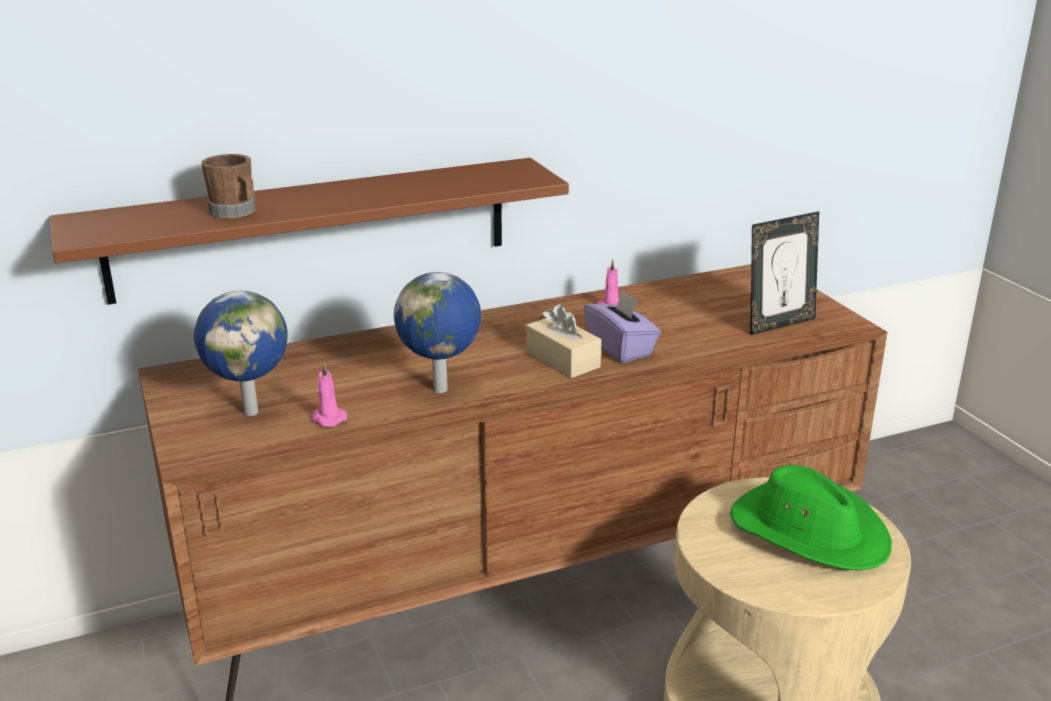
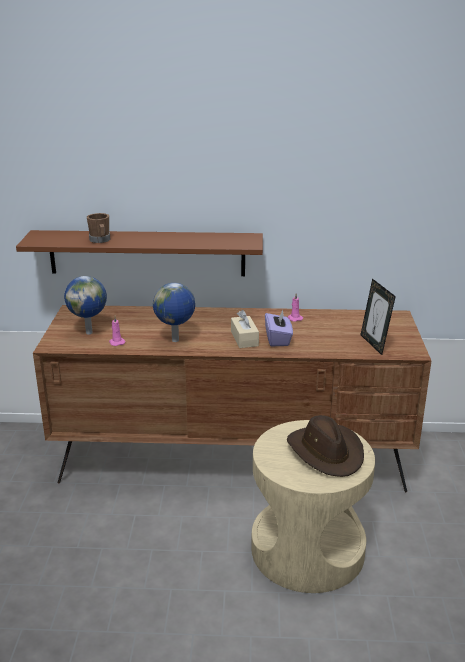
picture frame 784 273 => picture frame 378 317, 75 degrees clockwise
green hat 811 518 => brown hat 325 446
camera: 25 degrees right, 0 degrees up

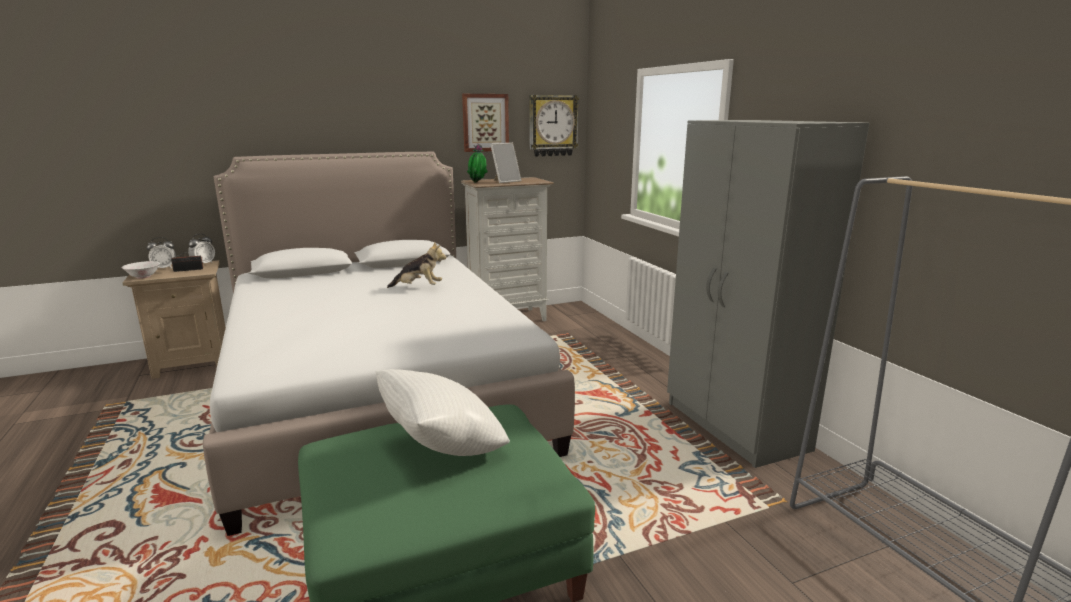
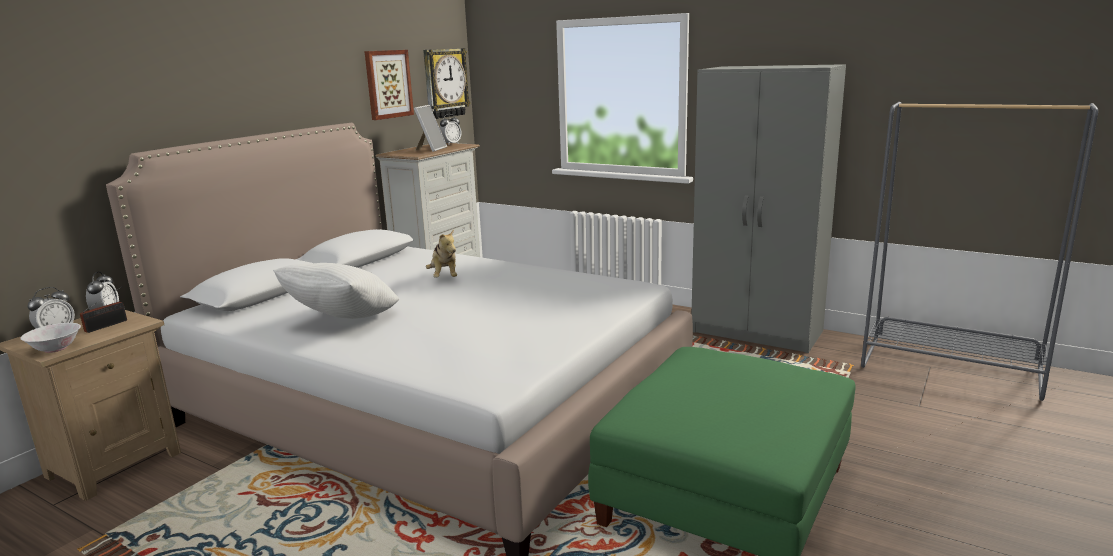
potted plant 477 163 => nothing
plush toy 416 264 => plush toy 441 253, 105 degrees clockwise
white pillow 442 412 => white pillow 336 291, shifted
nothing => alarm clock 451 129
camera: 35 degrees left, 0 degrees up

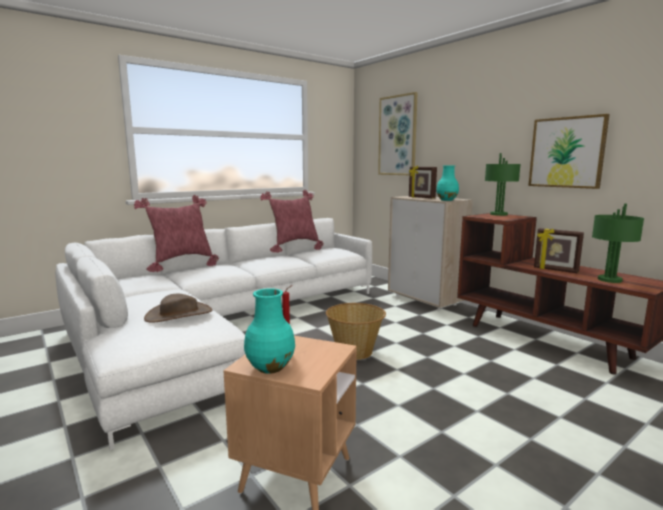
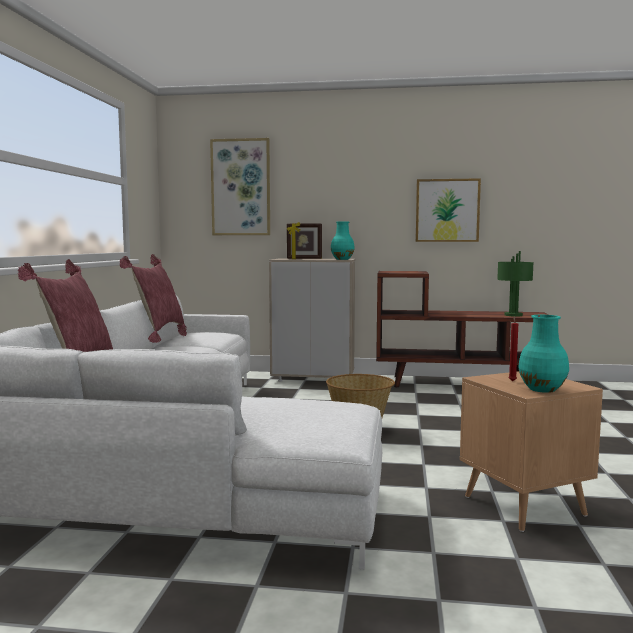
green table lamp 502 184 => nothing
picture frame 559 250 => nothing
brown hat 178 308 => nothing
camera: 45 degrees left, 5 degrees down

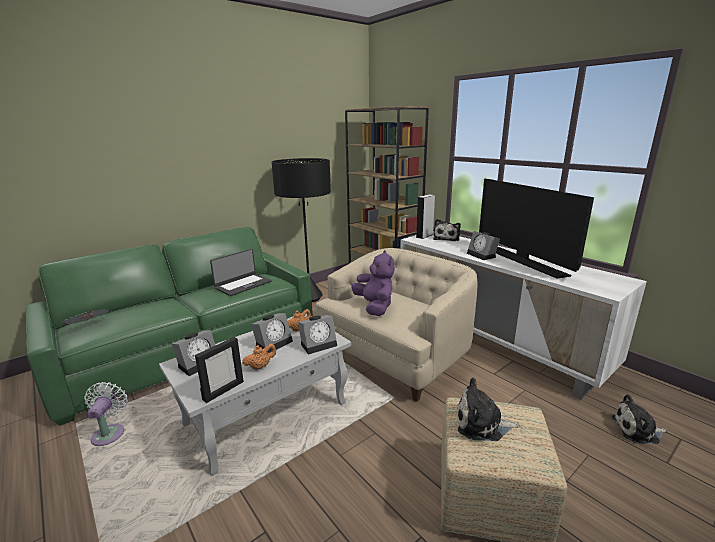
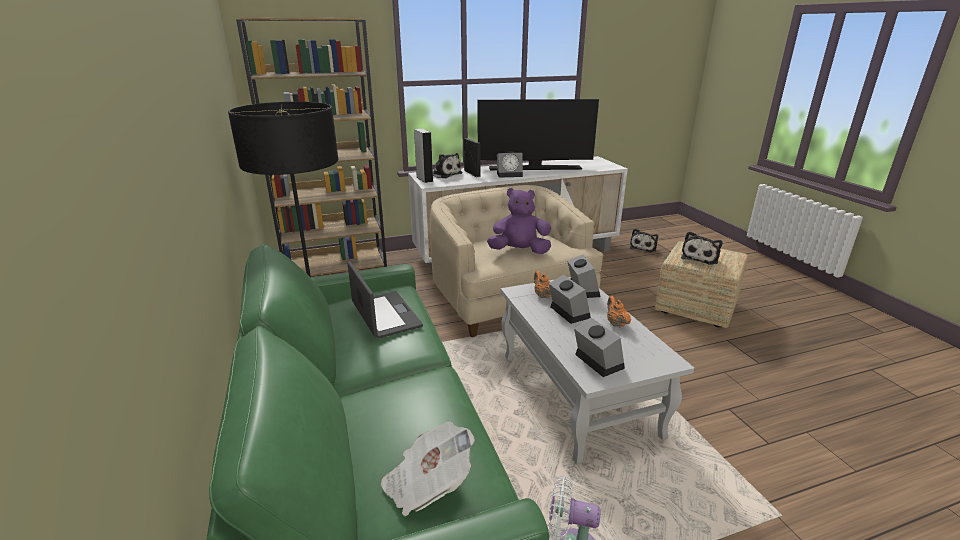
picture frame 219 370 => picture frame 472 157, shifted
camera: 70 degrees left, 5 degrees up

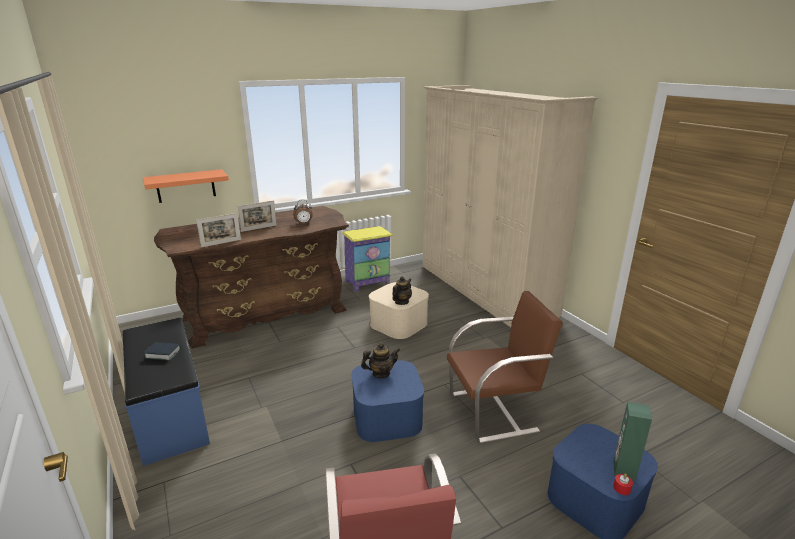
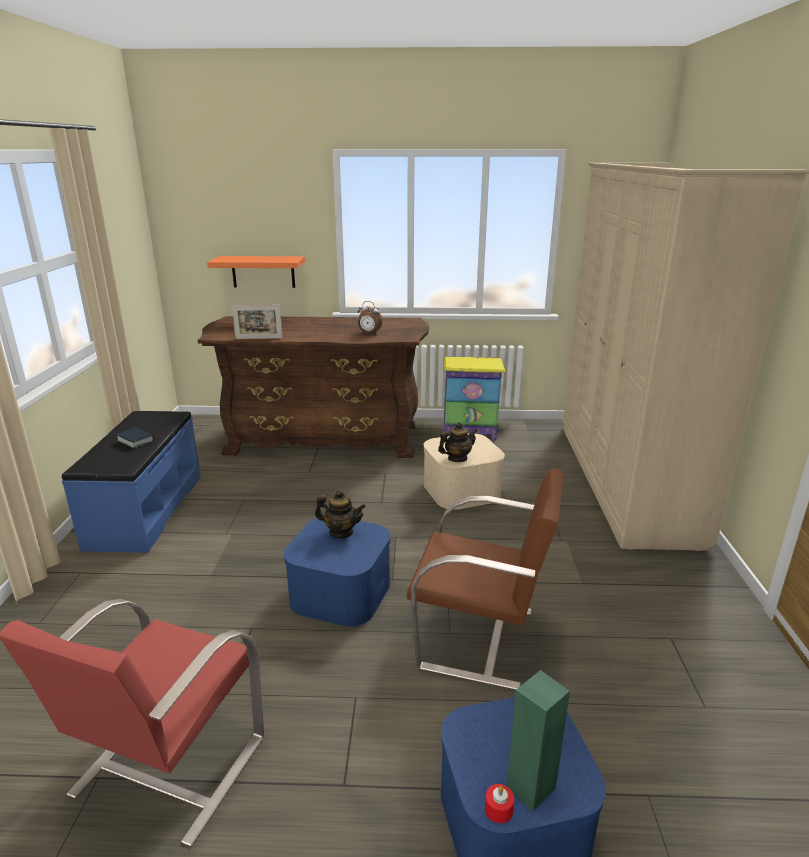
picture frame 257 216 => nothing
camera: 30 degrees right, 0 degrees up

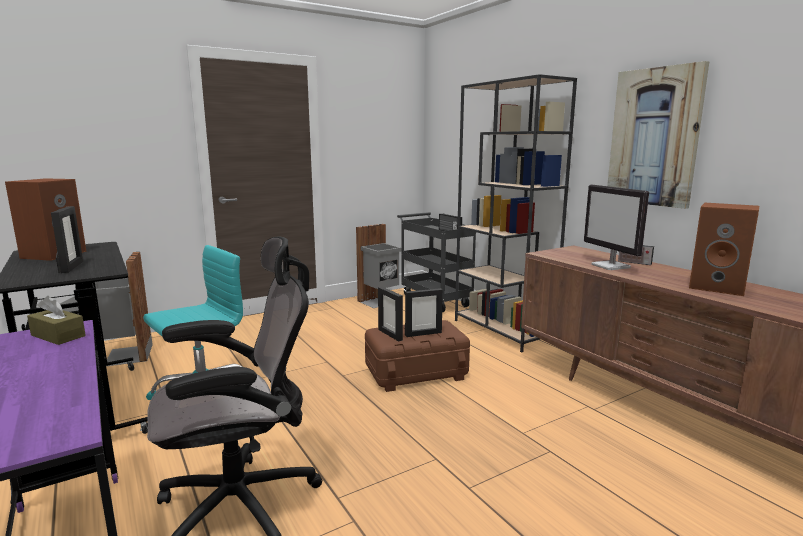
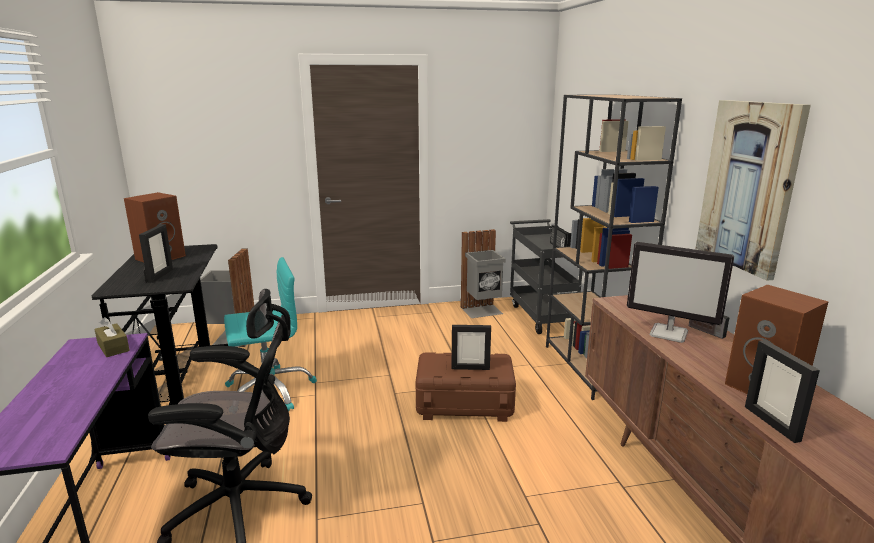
monitor 616 227 => monitor 680 292, 60 degrees counterclockwise
picture frame 390 314 => picture frame 782 391, shifted
camera: 20 degrees right, 5 degrees up

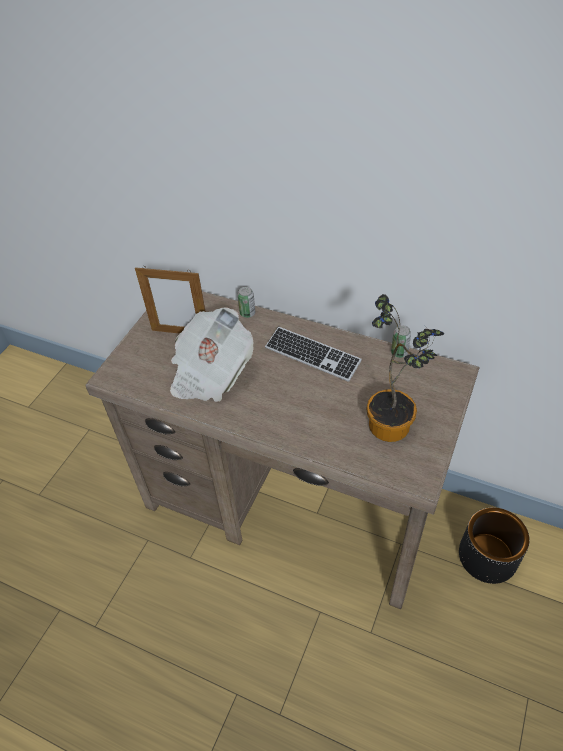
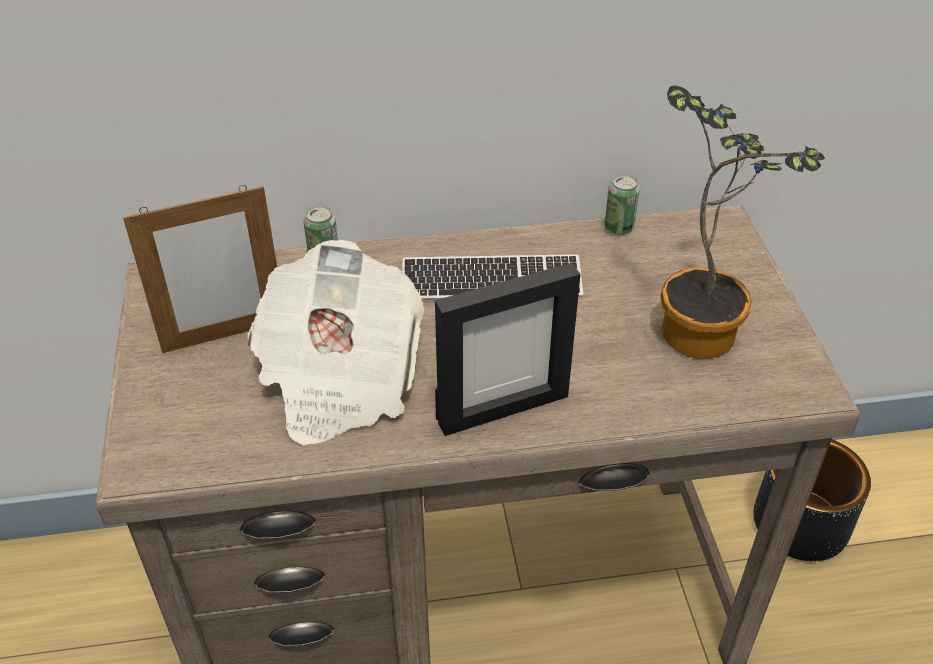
nothing => picture frame 508 349
camera: 35 degrees left, 5 degrees down

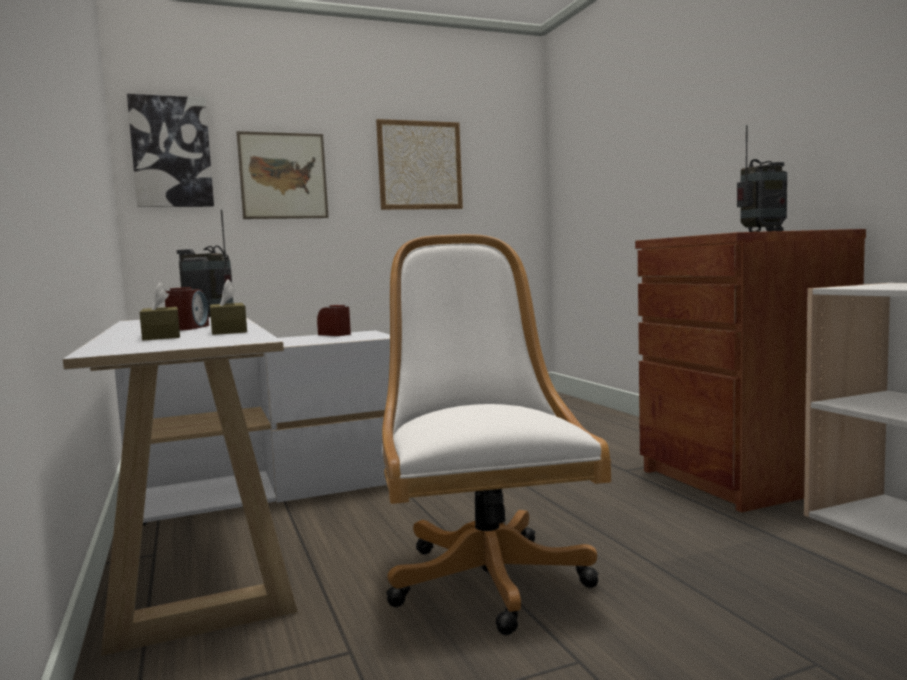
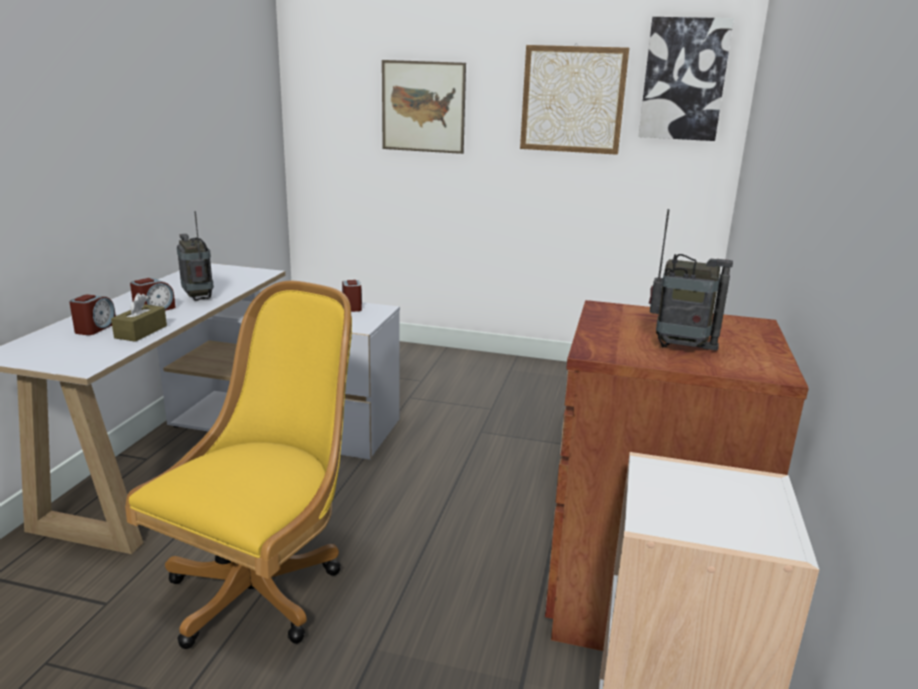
picture 170 150 => picture 686 79, shifted
white office chair 496 434 => yellow office chair 238 465
brown tissue box 160 311 => alarm clock 92 314
camera: 35 degrees right, 15 degrees up

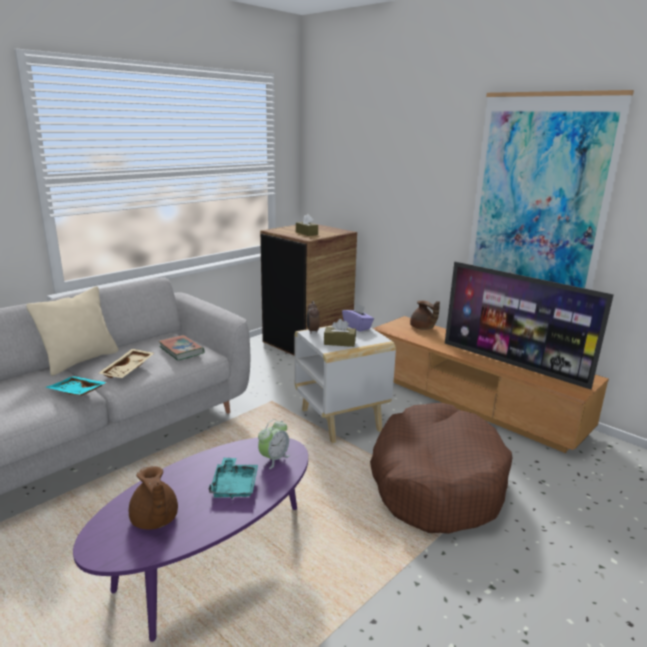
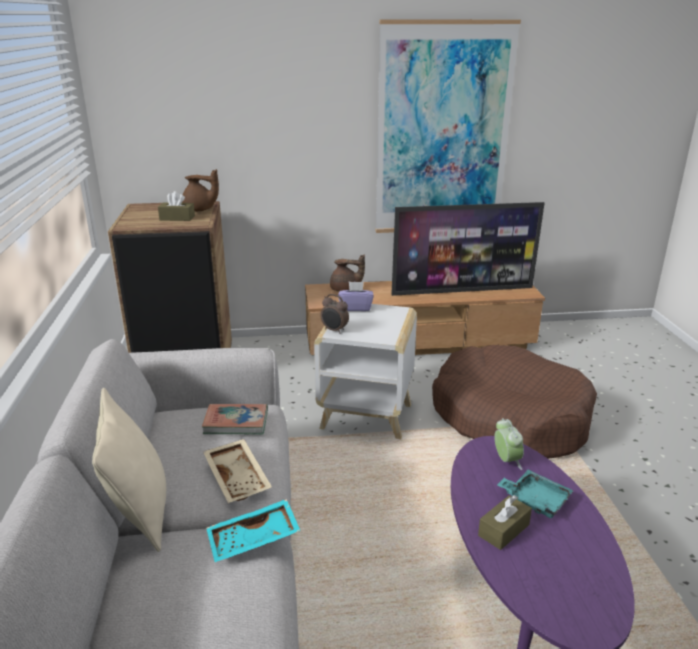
brown tissue box 340 333 => brown tissue box 505 522, shifted
brown teapot 153 498 => brown teapot 200 190, shifted
camera: 50 degrees left, 5 degrees up

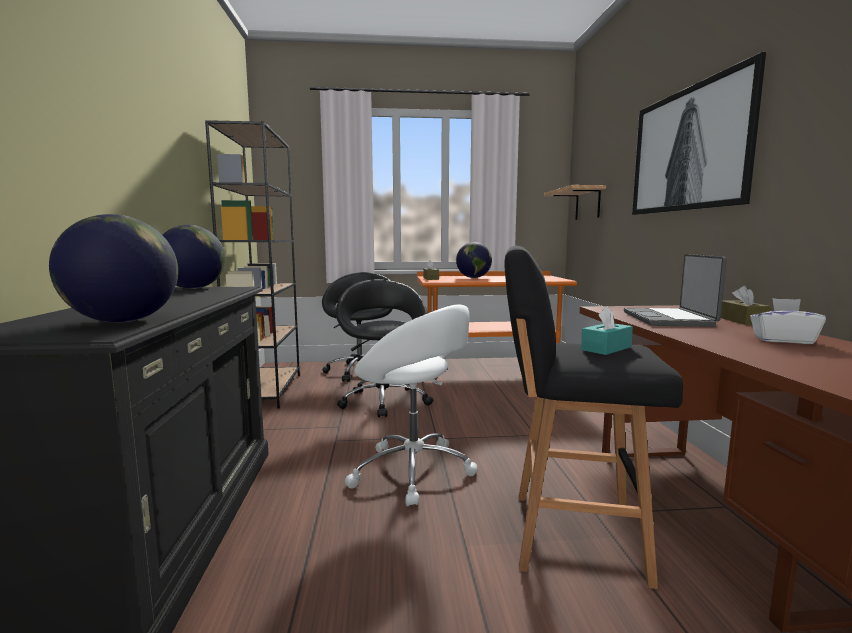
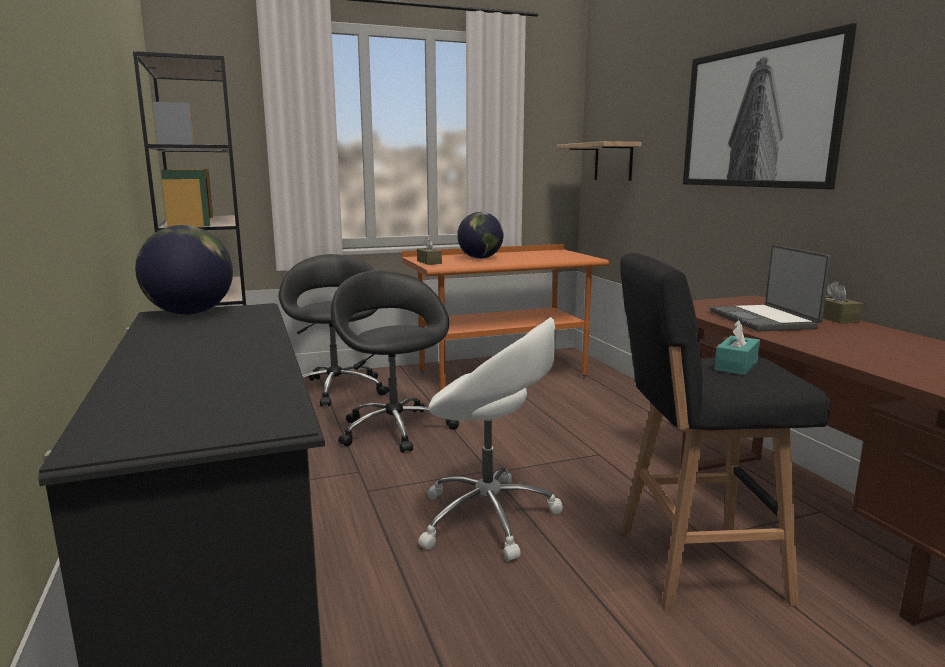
globe 113 268 => nothing
white tissue box 788 321 => nothing
camera: 15 degrees left, 5 degrees up

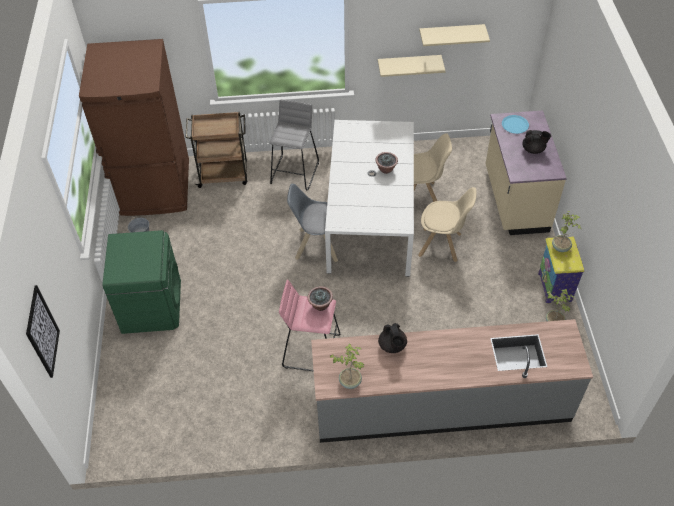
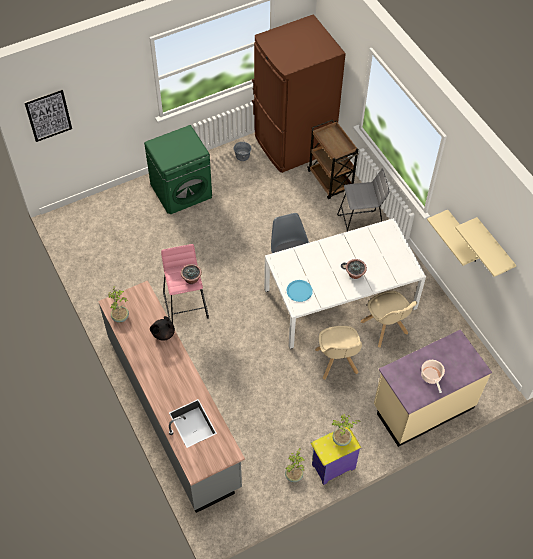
blue plate 515 124 => blue plate 300 291, shifted
black teapot 536 142 => cooking pot 433 376
camera: 65 degrees right, 5 degrees up

